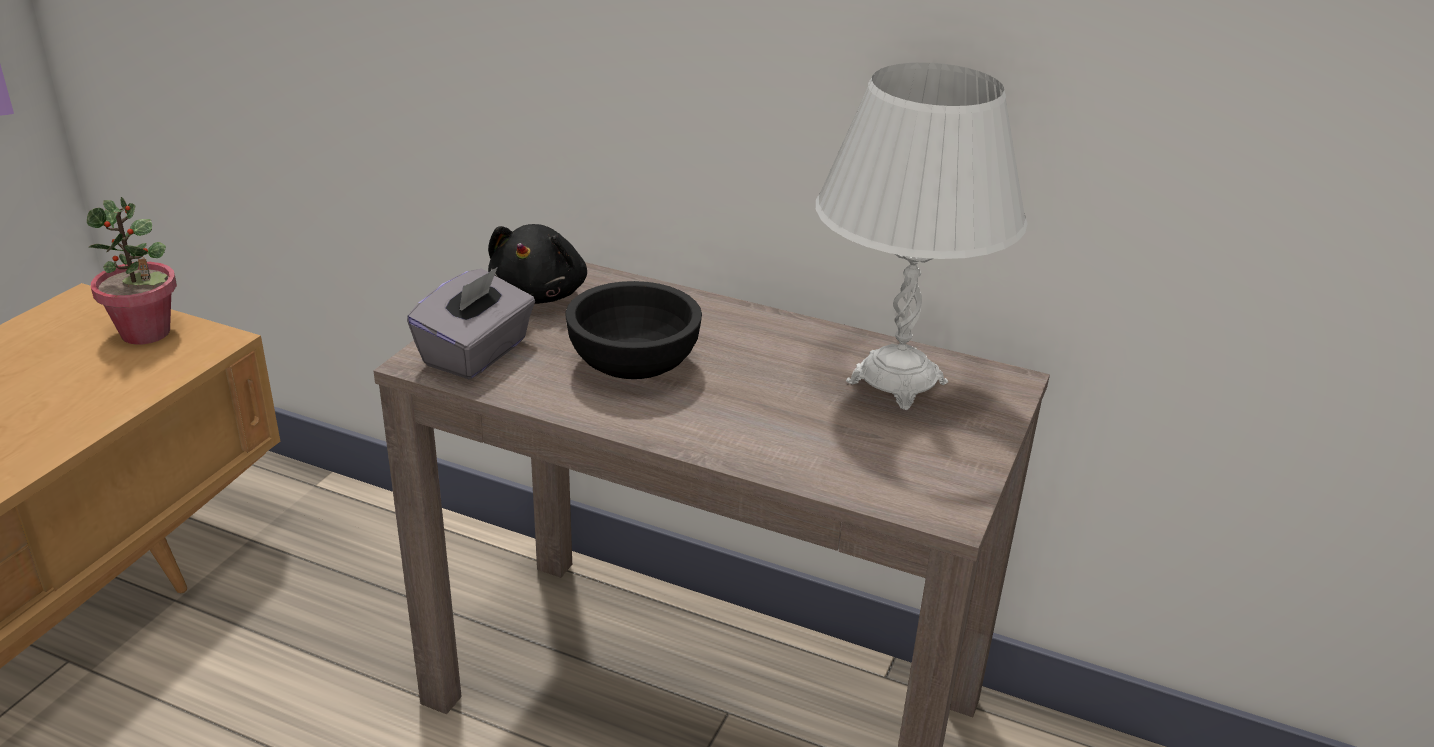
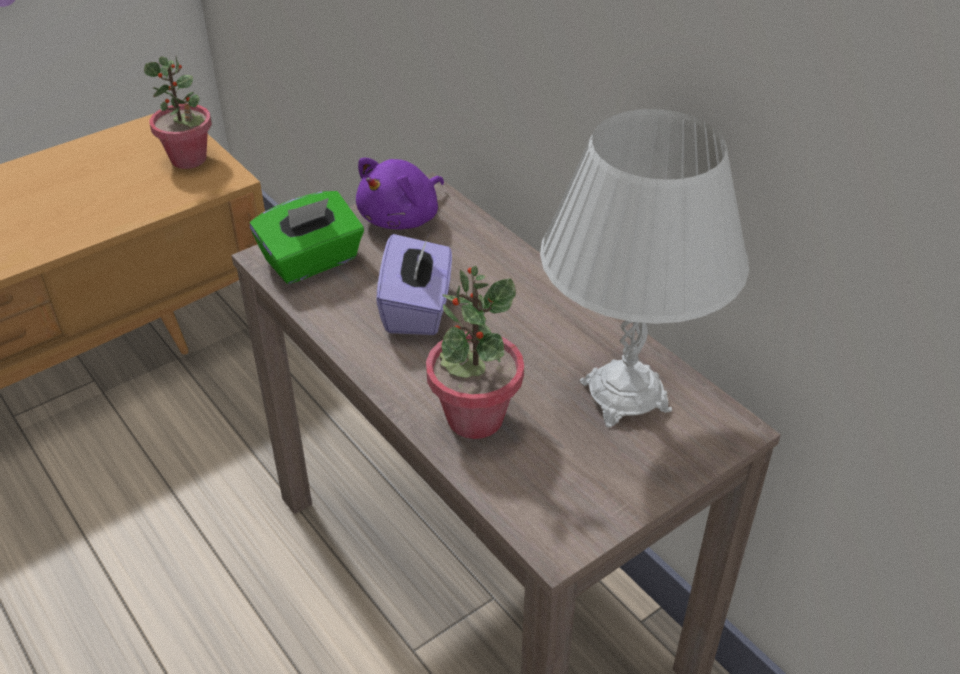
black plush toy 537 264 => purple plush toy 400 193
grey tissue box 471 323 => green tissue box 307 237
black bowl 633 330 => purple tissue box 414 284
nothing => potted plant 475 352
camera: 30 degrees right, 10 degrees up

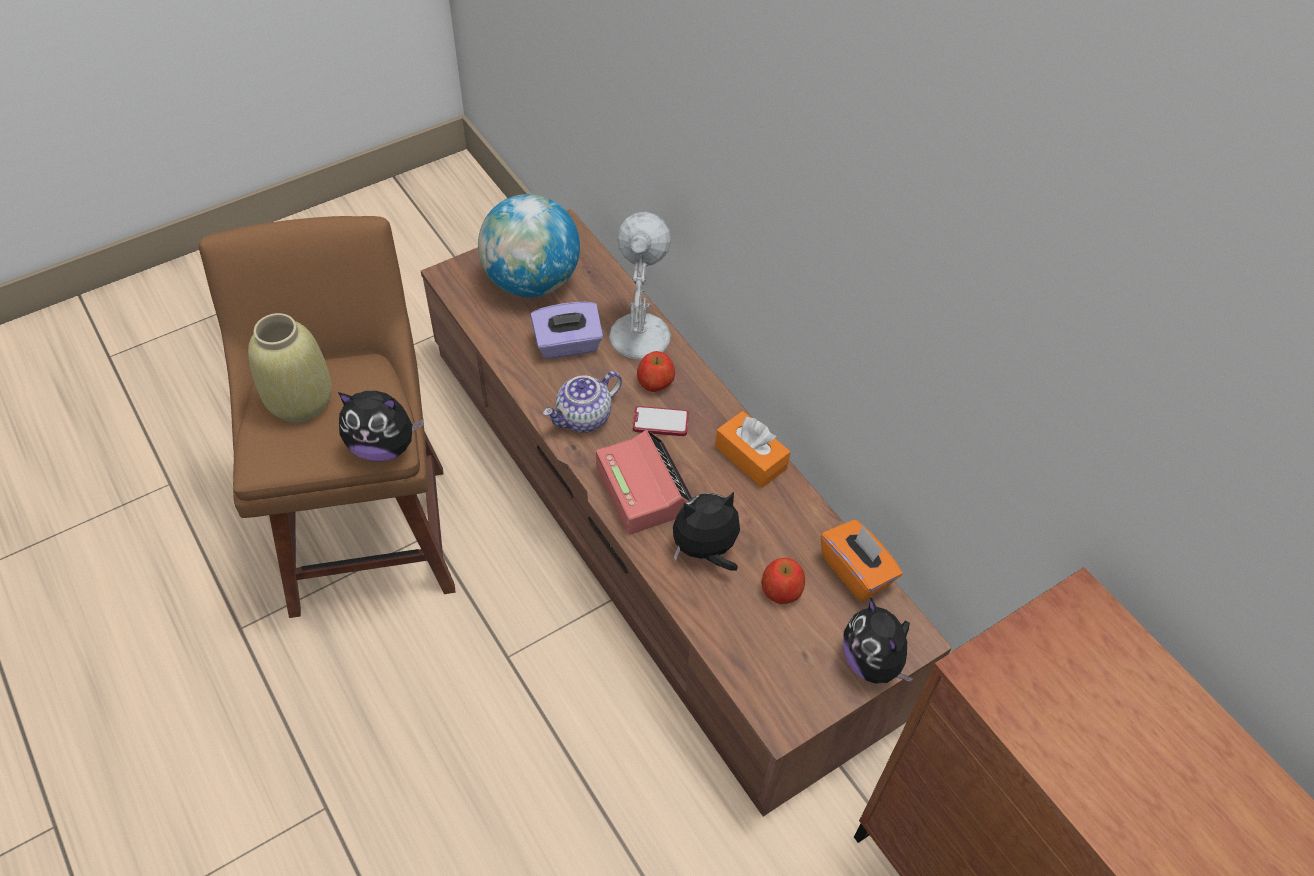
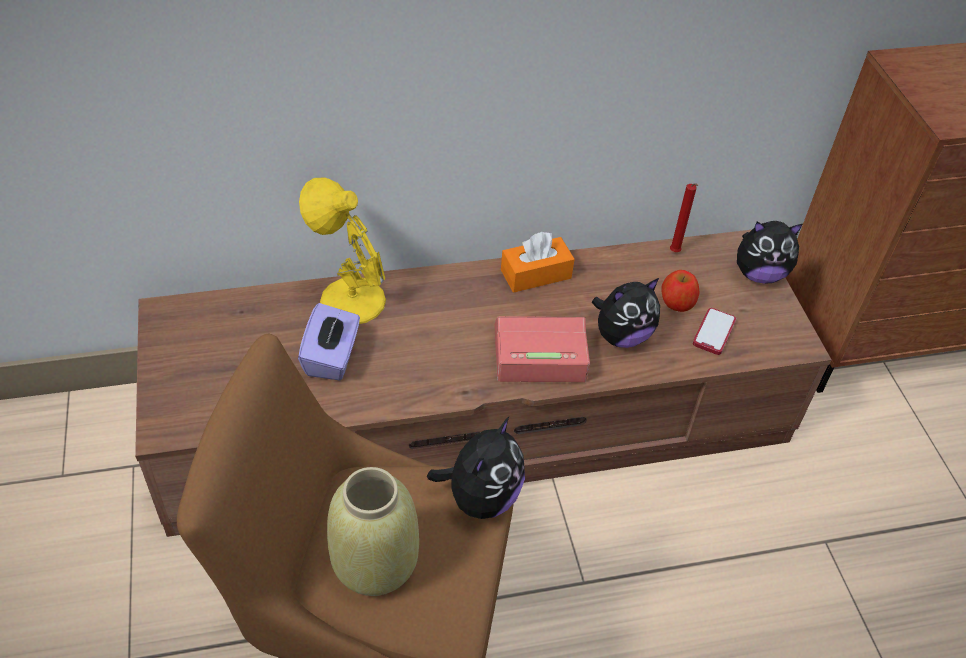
globe 529 245 => nothing
white table lamp 640 286 => yellow table lamp 342 250
apple 656 371 => nothing
teapot 582 401 => nothing
phone 661 421 => phone 714 331, shifted
plush toy 706 531 => plush toy 626 313, 120 degrees counterclockwise
orange tissue box 861 560 => red candle 684 217
camera: 70 degrees left, 5 degrees down

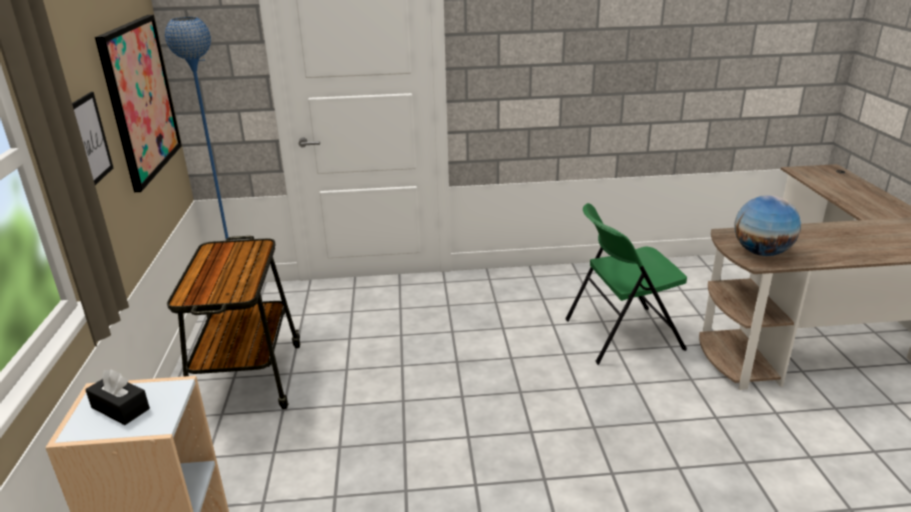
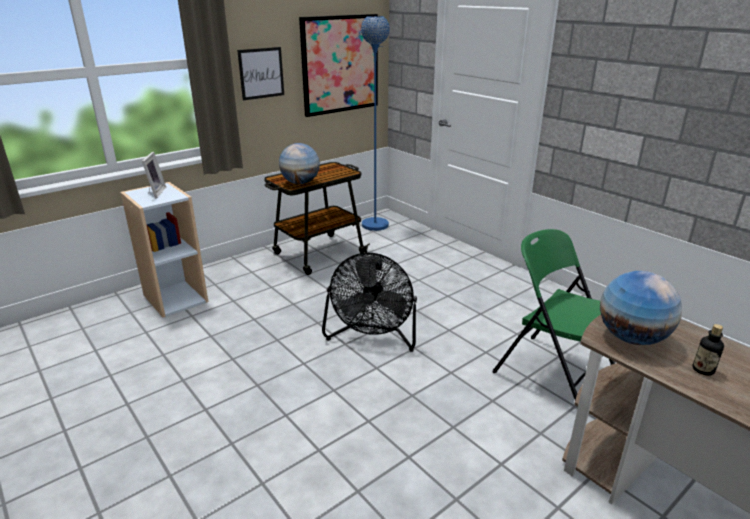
black tissue box 117 397 => picture frame 154 175
nothing => globe 299 163
nothing => black fan 369 302
nothing => bottle 708 350
camera: 55 degrees right, 0 degrees up

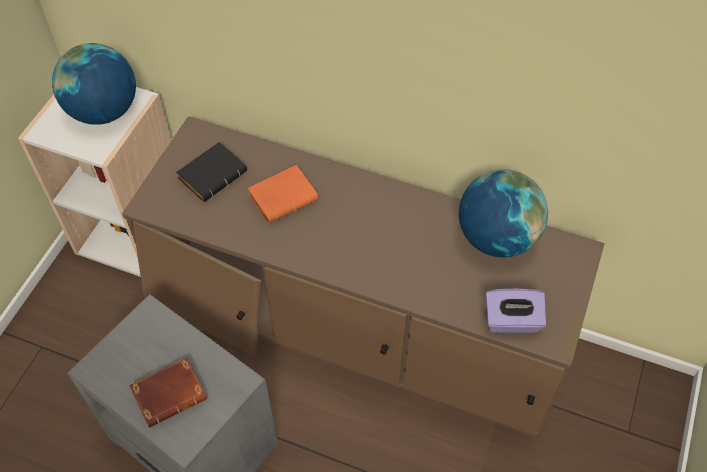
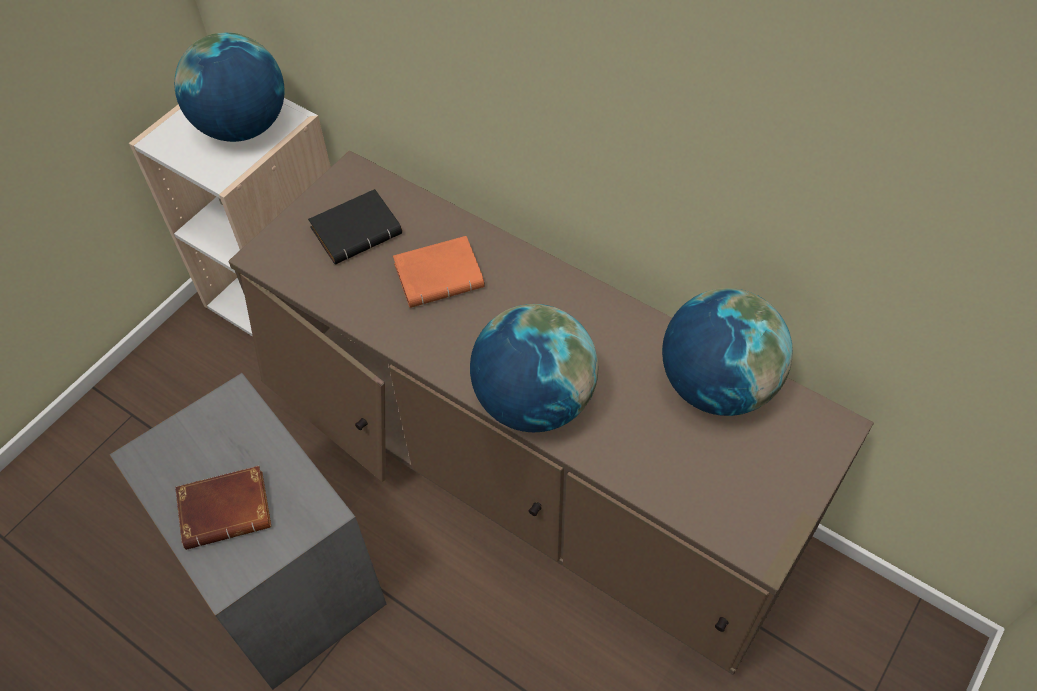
purple tissue box 515 311 => nothing
nothing => globe 534 368
camera: 15 degrees right, 0 degrees up

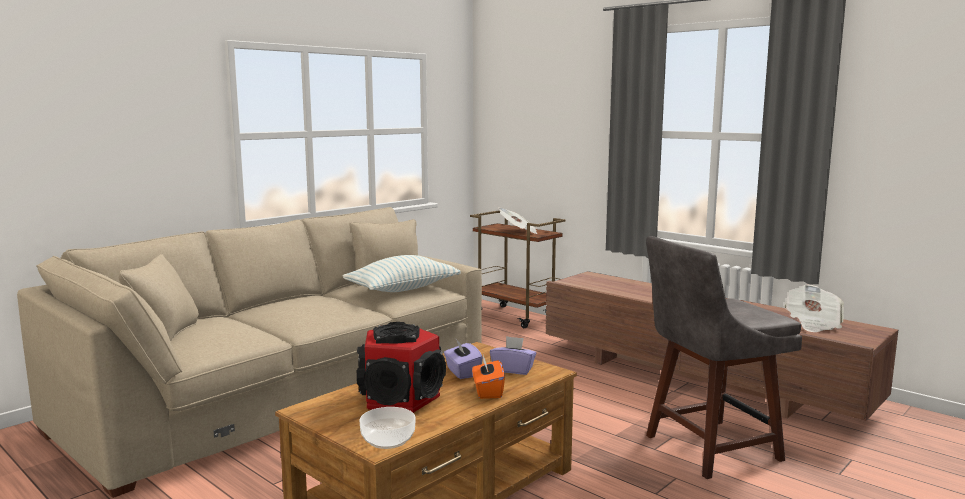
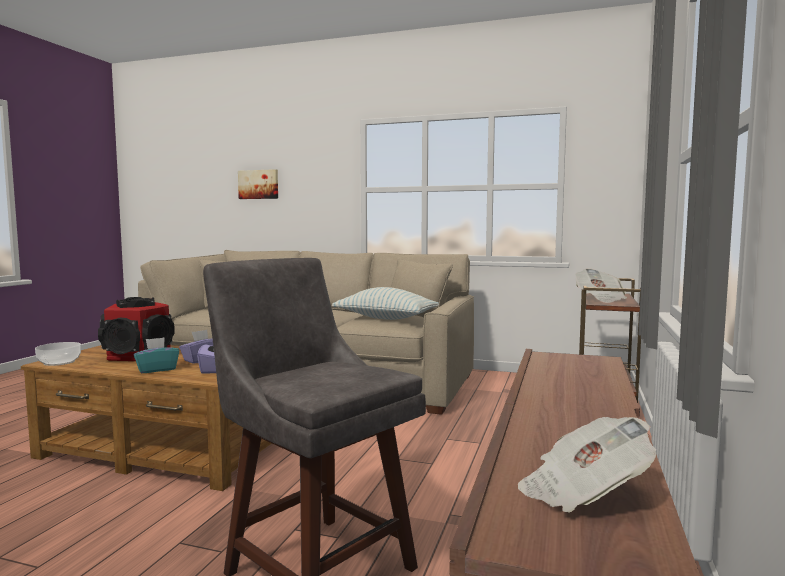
orange tissue box 488 377 => turquoise tissue box 156 355
nothing => picture 258 184
camera: 65 degrees right, 5 degrees down

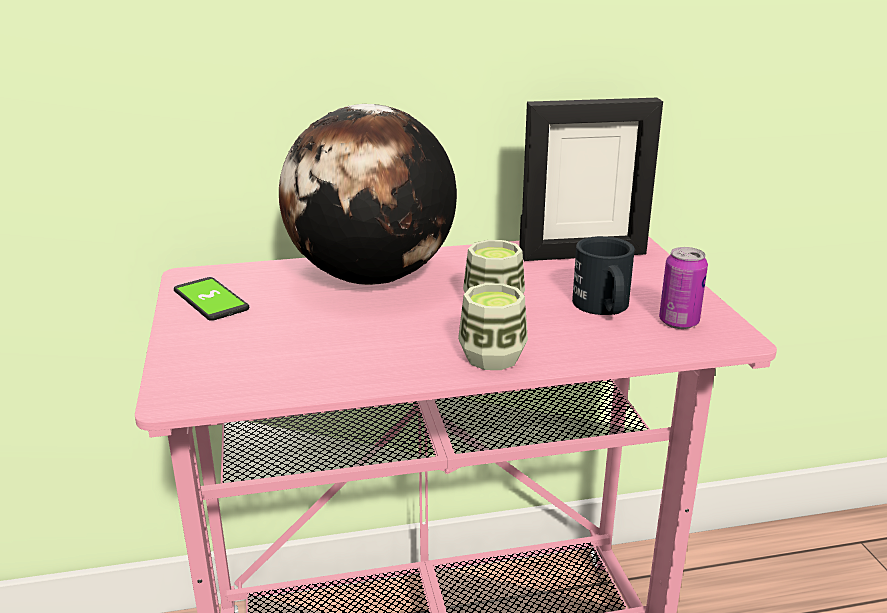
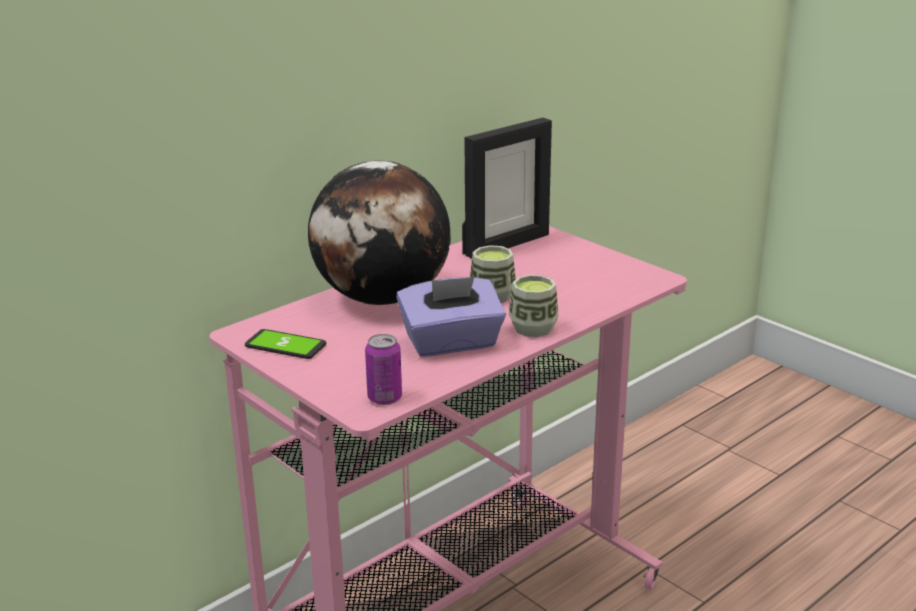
black mug 603 275 => nothing
can 683 288 => can 383 369, shifted
nothing => purple tissue box 451 317
camera: 30 degrees left, 0 degrees up

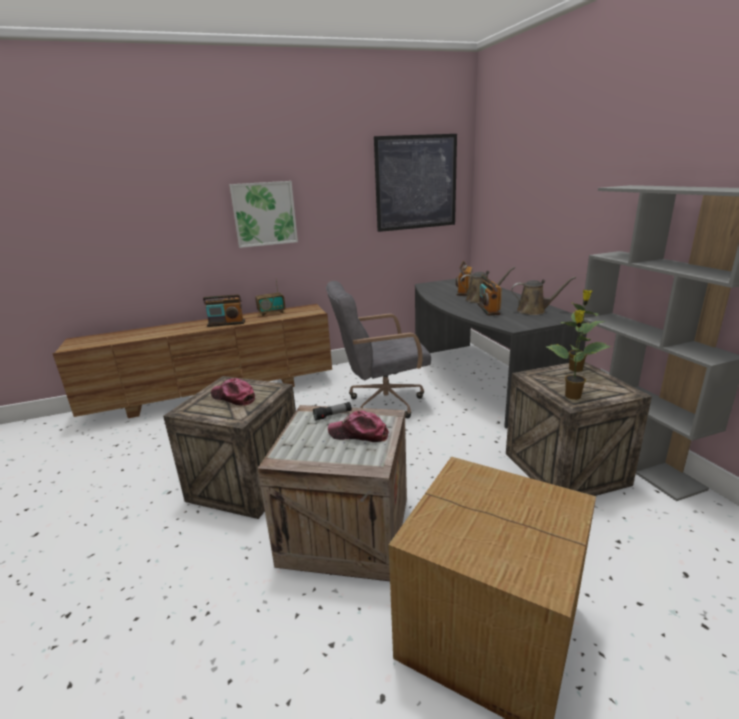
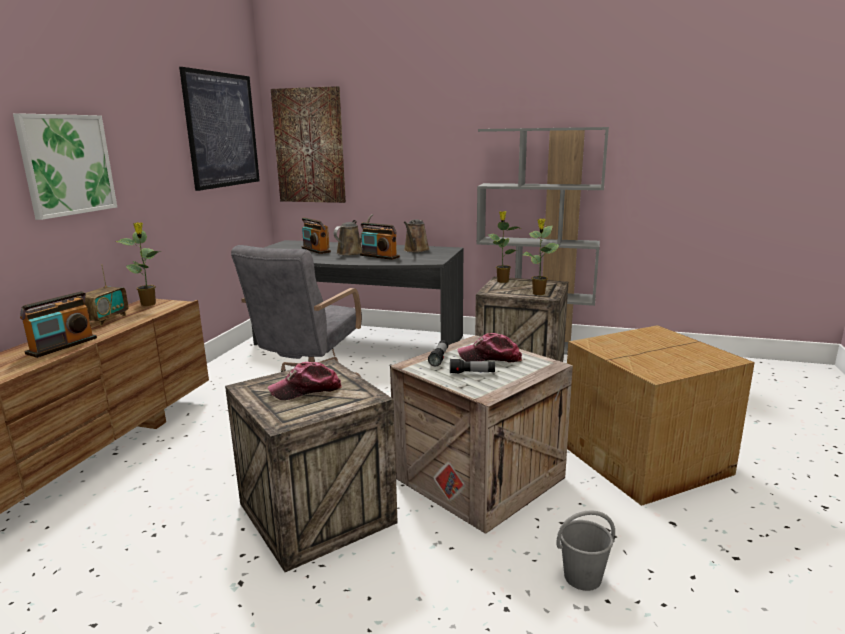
brown watering can 543 296 => brown watering can 417 235, 150 degrees clockwise
cap 358 426 => cap 490 348, 45 degrees clockwise
nothing => picture 308 144
nothing => potted plant 138 264
nothing => flashlight 472 366
nothing => grey bucket 585 550
camera: 55 degrees left, 5 degrees down

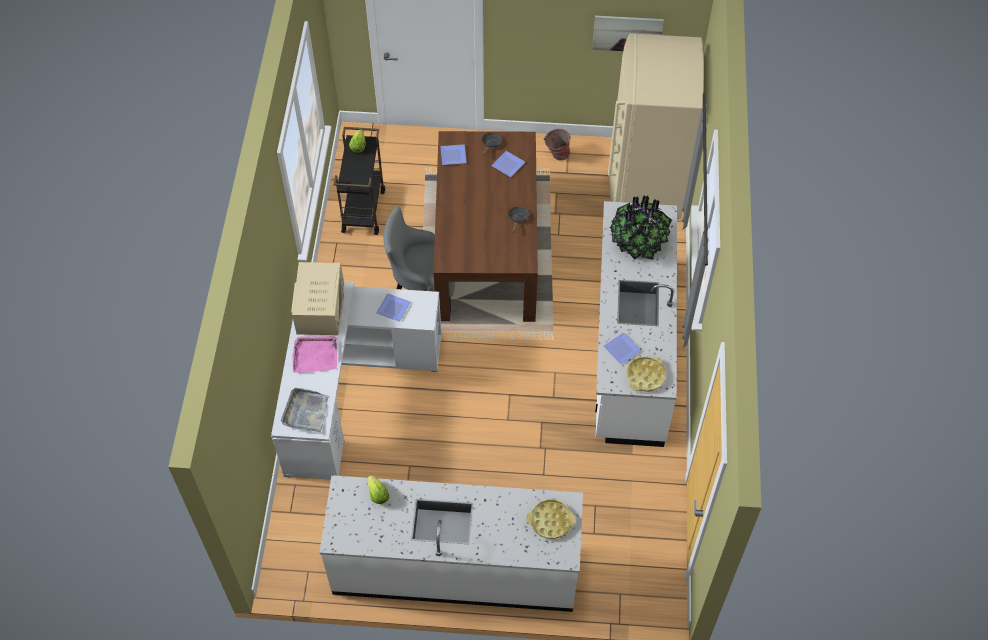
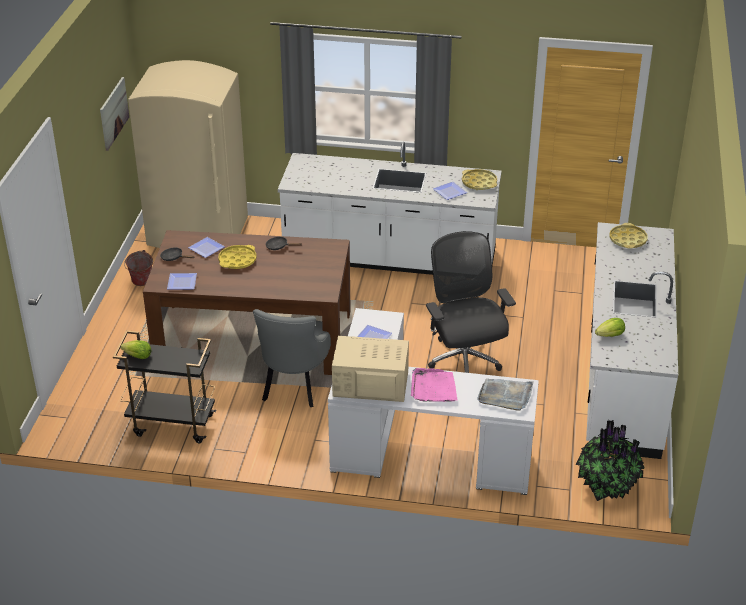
potted plant 641 228 => potted plant 610 460, shifted
nothing => office chair 471 302
nothing => yellow tray 237 257
camera: 85 degrees left, 20 degrees down

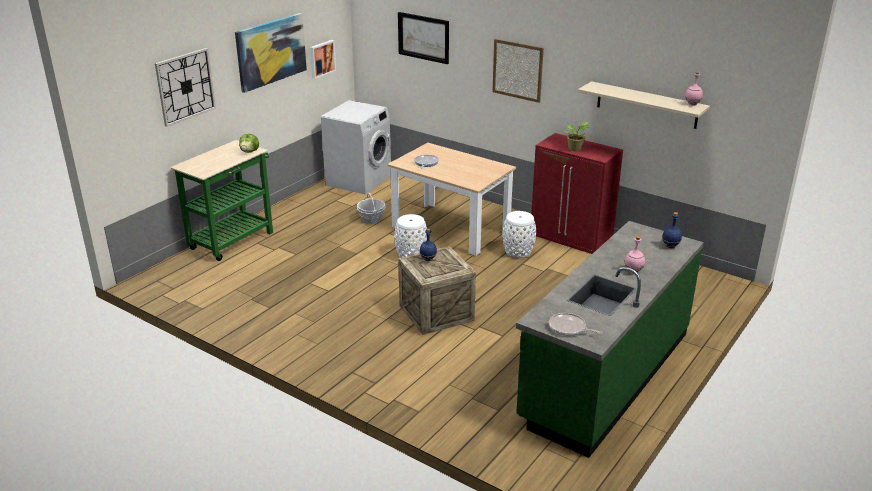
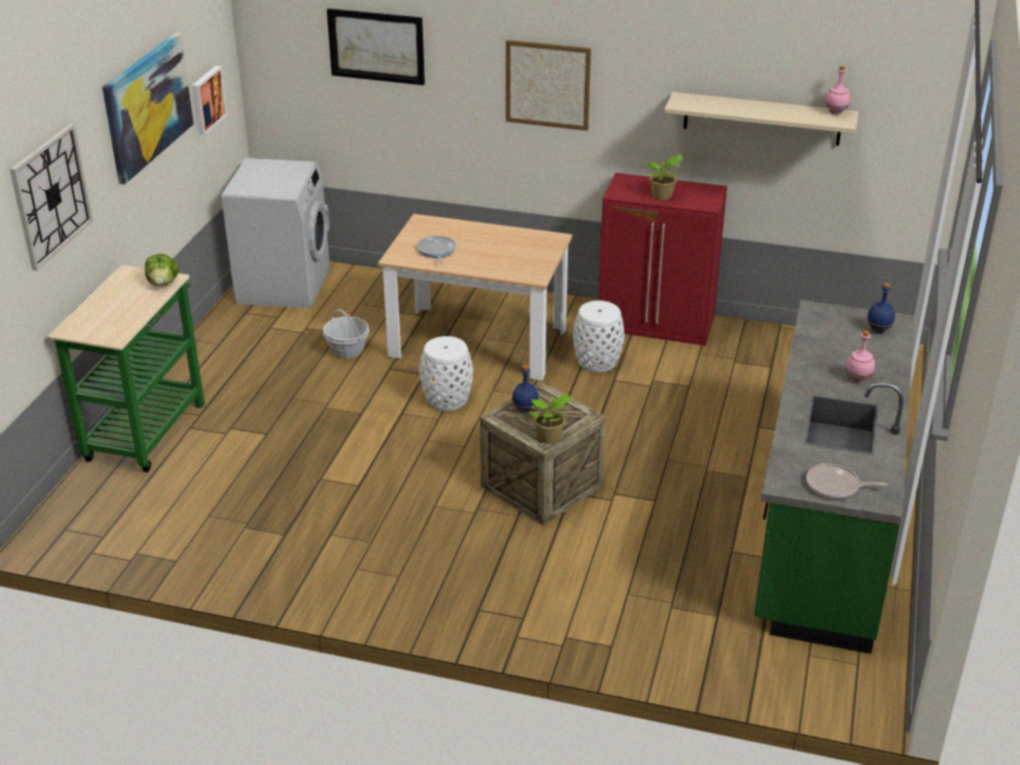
nothing => potted plant 550 418
camera: 20 degrees left, 5 degrees up

